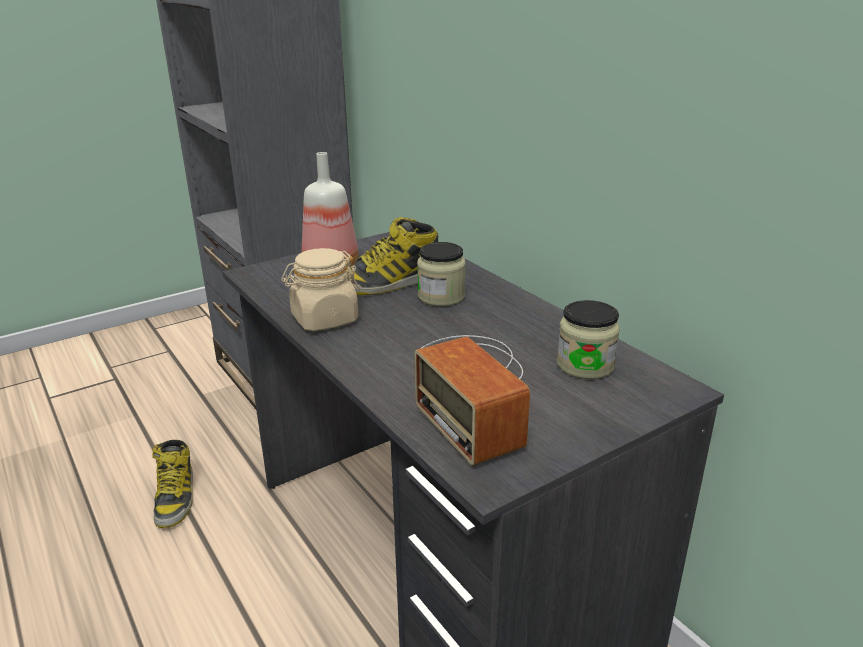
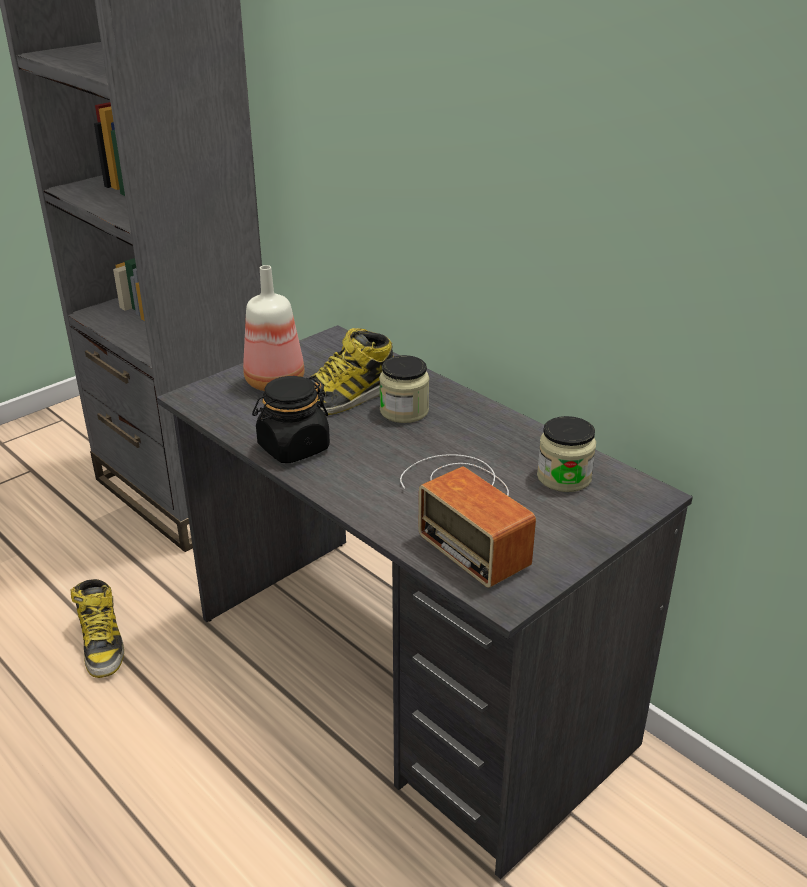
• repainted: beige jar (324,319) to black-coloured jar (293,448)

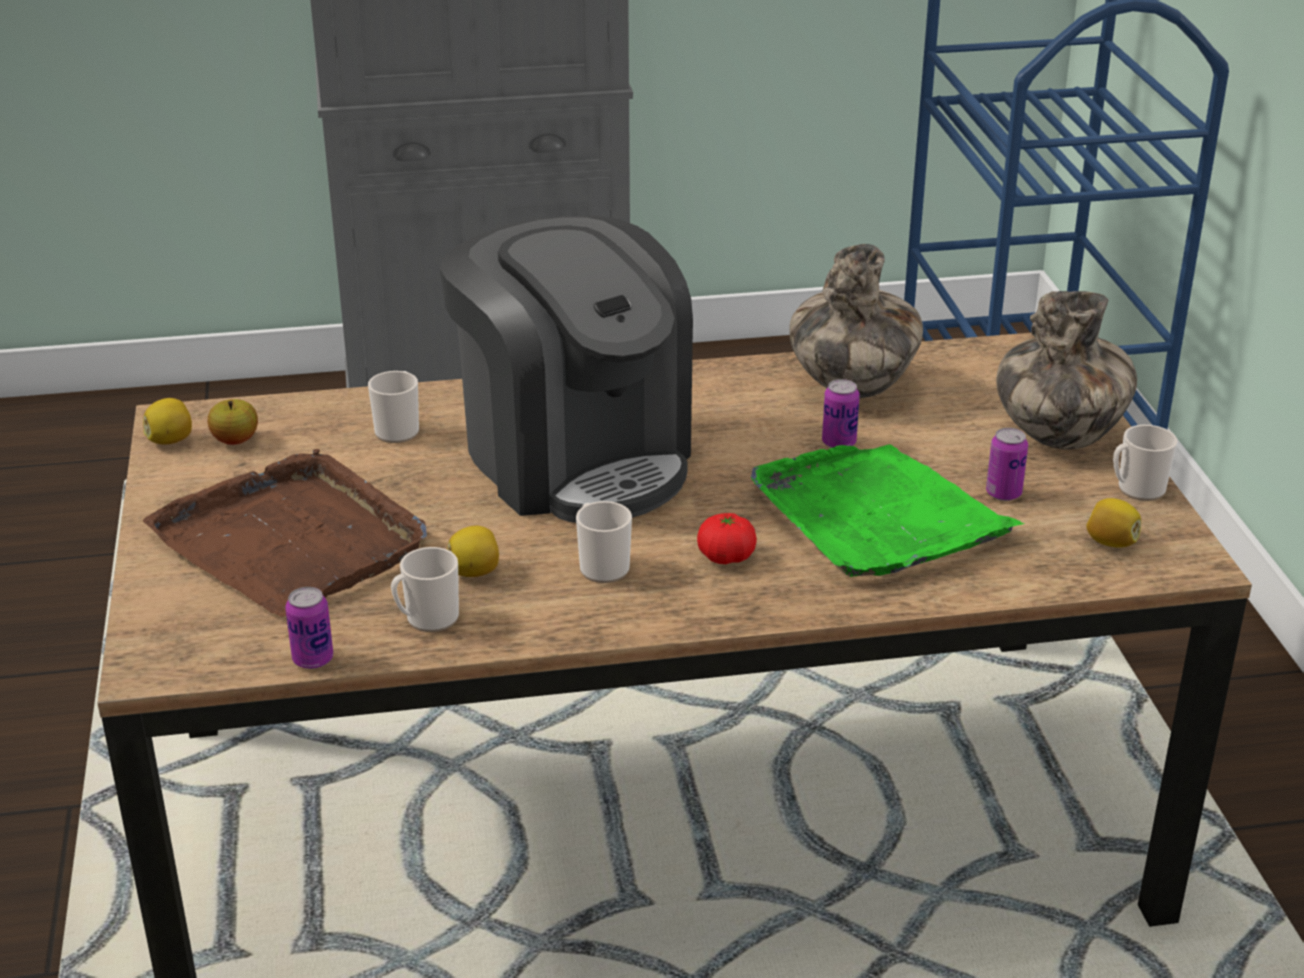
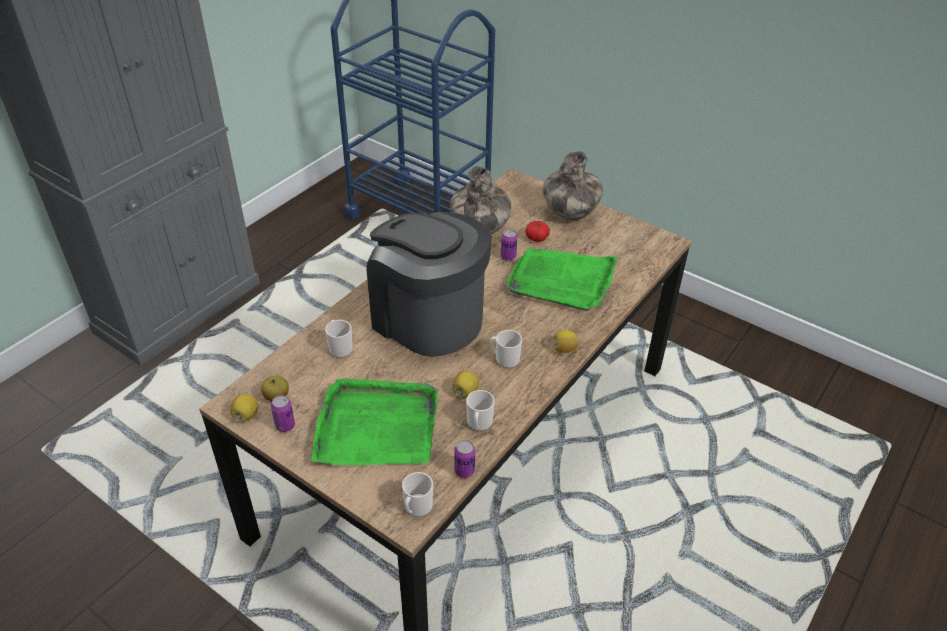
• rotated: coffee maker (575,457) = (427,318) 150 degrees counterclockwise
• shifted: mug (1136,489) to (416,508)
• shifted: sealed can (1003,493) to (285,425)
• repainted: brown-coloured tray (293,541) to green-coloured tray (376,426)
• shifted: citrus fruit (1110,542) to (564,349)
• shifted: tomato (726,556) to (537,238)

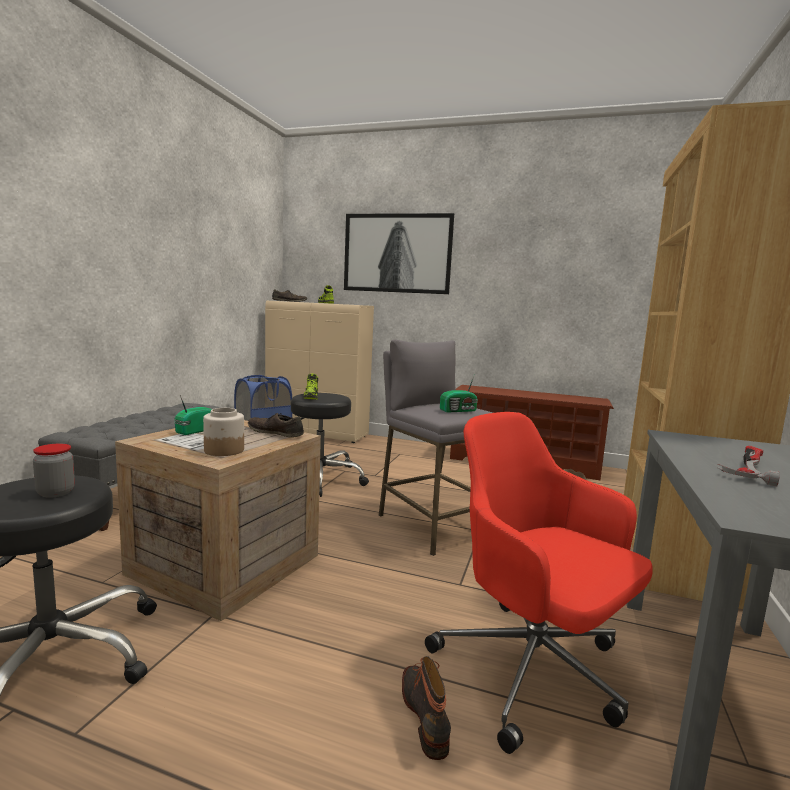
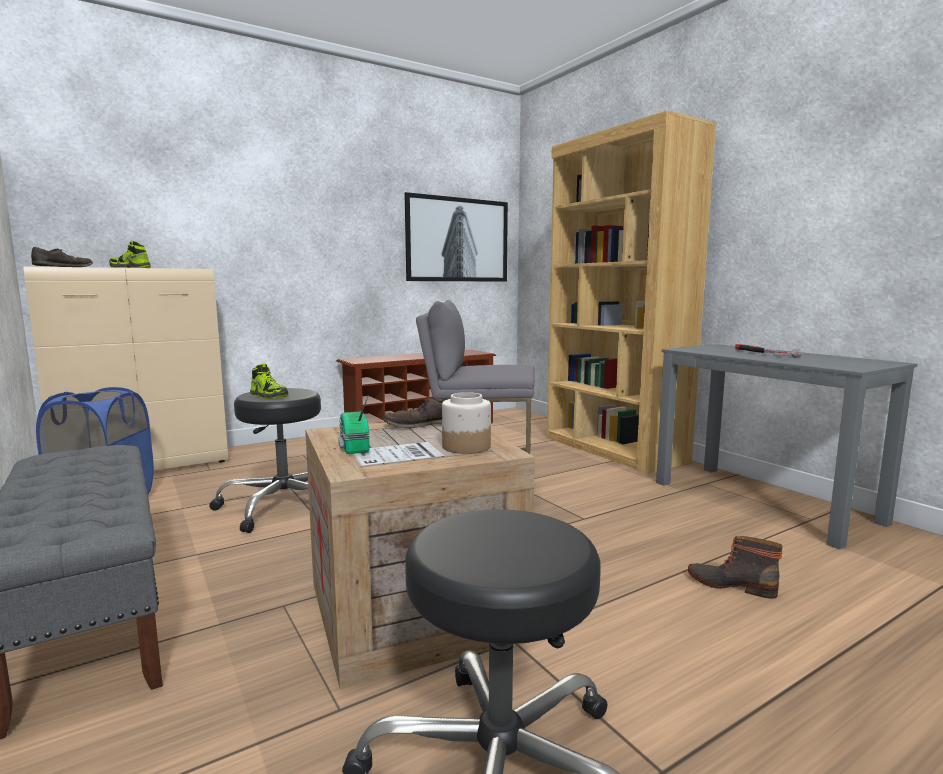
• shifted: wall art (397,253) to (457,240)
• gone: radio set (459,410)
• gone: reddish office chair (533,671)
• gone: jar (55,493)

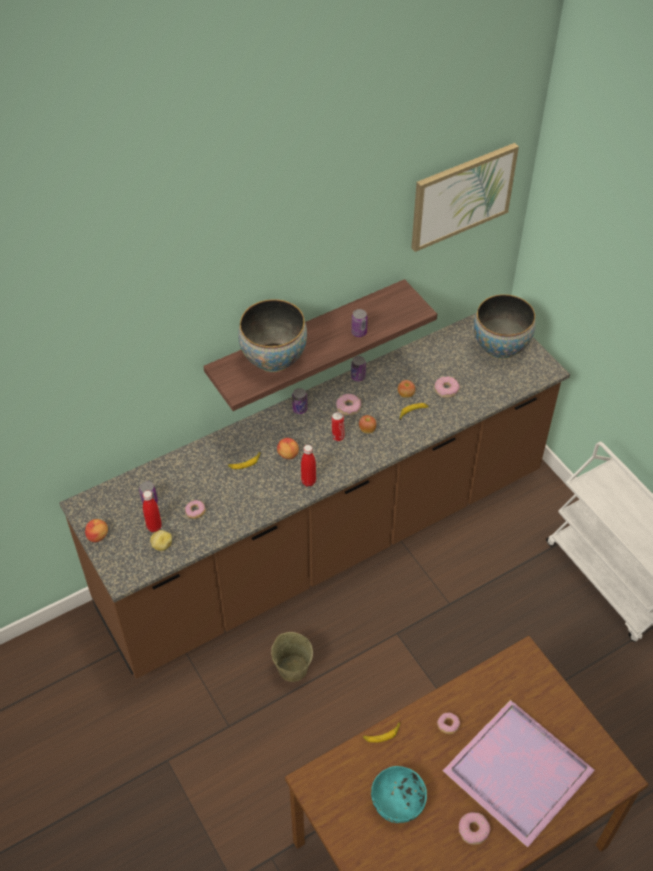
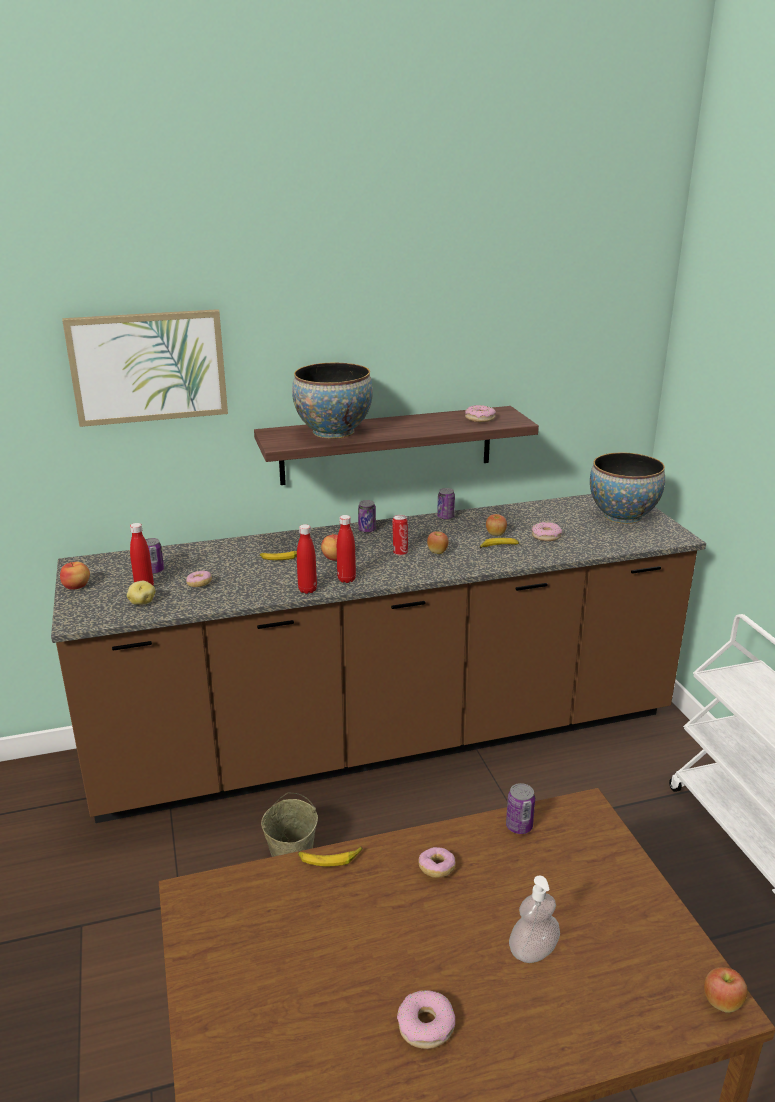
• shifted: wall art (462,196) to (148,367)
• shifted: sealed can (359,332) to (519,826)
• shifted: donut (348,407) to (480,418)
• swapped: purple tray (517,769) to soap dispenser (533,951)
• gone: blue-green deep dish (398,802)
• new: reddish drink bottle (307,590)
• new: apple (722,1003)

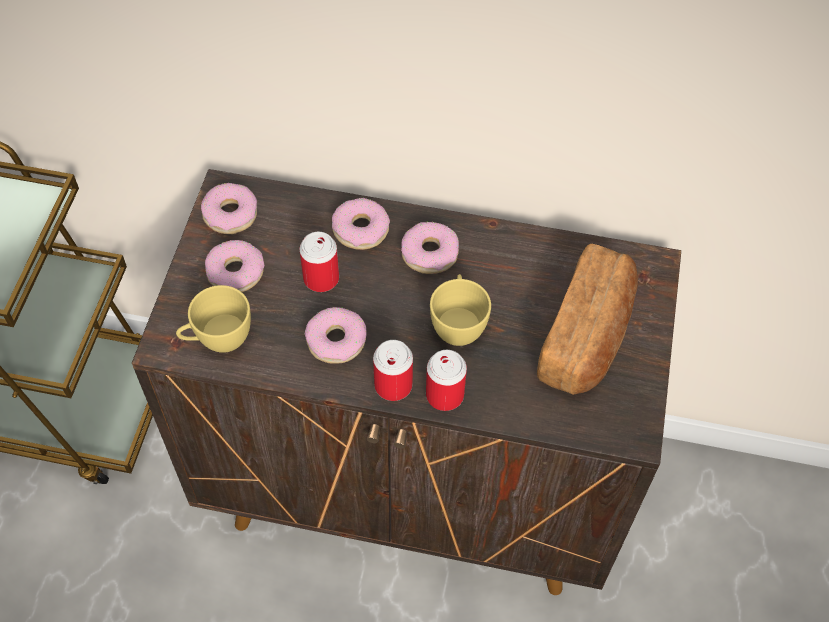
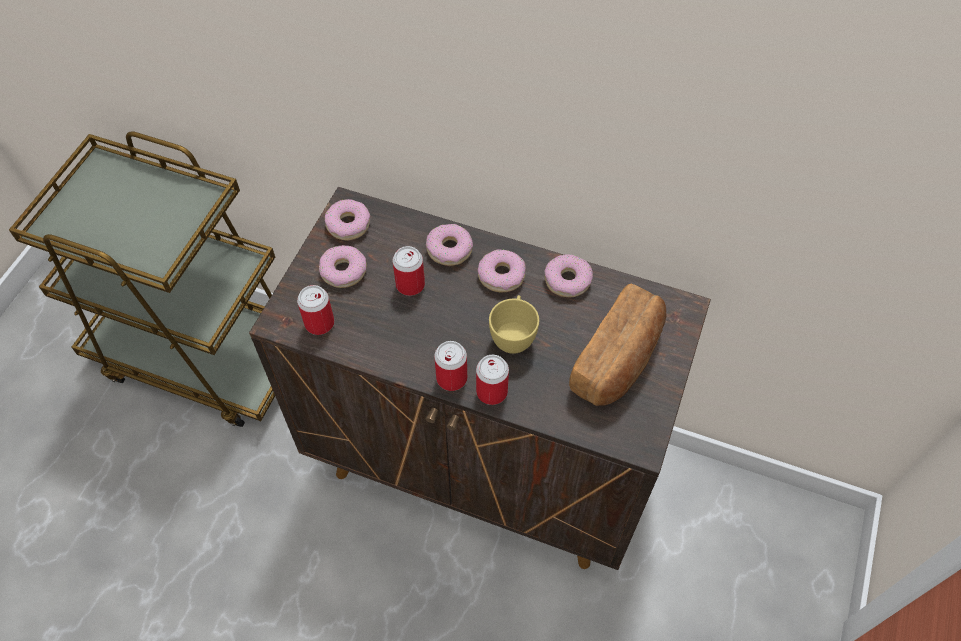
• swapped: yellow-coloured drinking cup (218,340) to sealed can (319,323)
• shifted: donut (336,340) to (567,280)

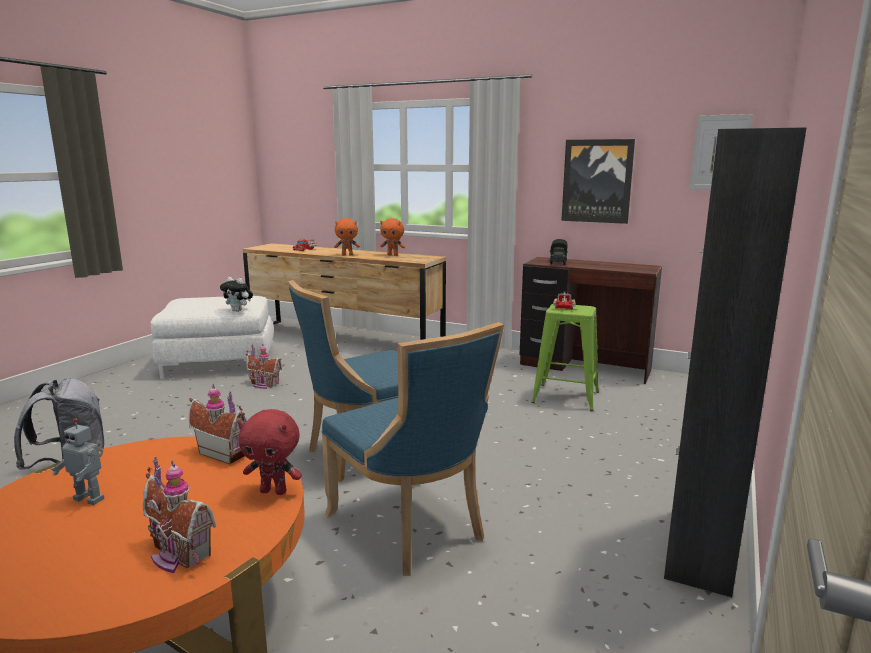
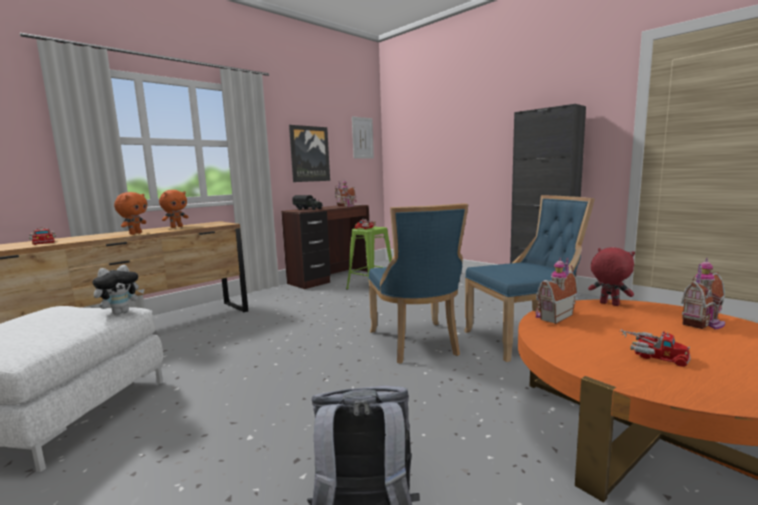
• shifted: model house (264,385) to (347,206)
• rotated: reddish plush toy (274,491) = (608,304) 75 degrees counterclockwise
• swapped: model robot (90,498) to toy truck (652,355)

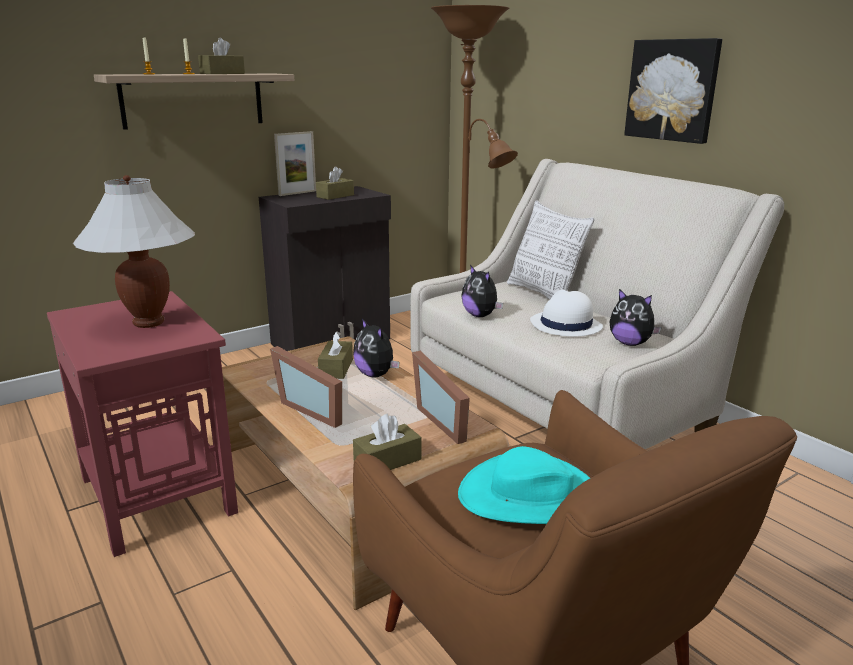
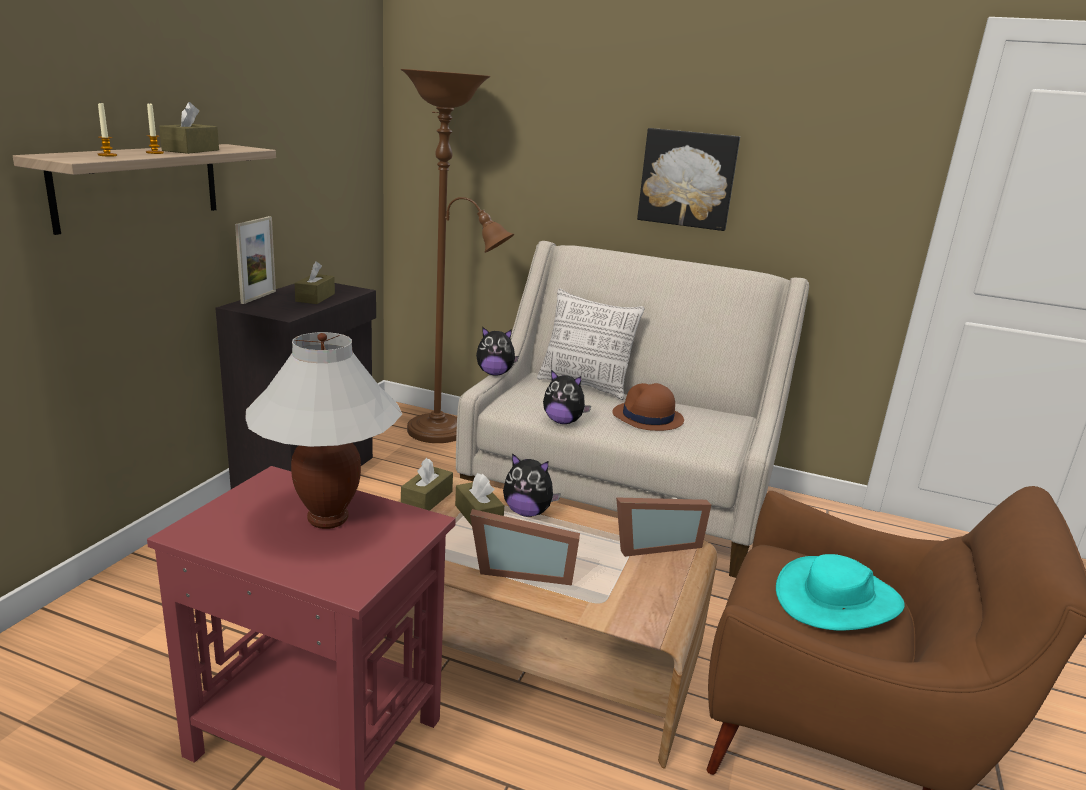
• shifted: plush toy (630,343) to (495,373)
• repainted: whitish clothing hat (565,325) to brown-coloured clothing hat (647,418)
• rotated: photo frame (446,420) = (653,544) 45 degrees counterclockwise
• shifted: brown-coloured tissue holder (387,461) to (427,499)

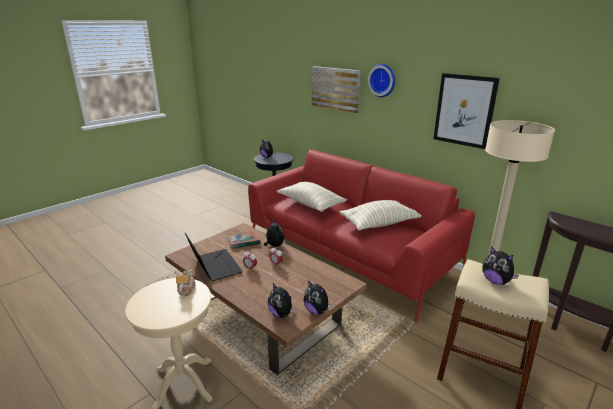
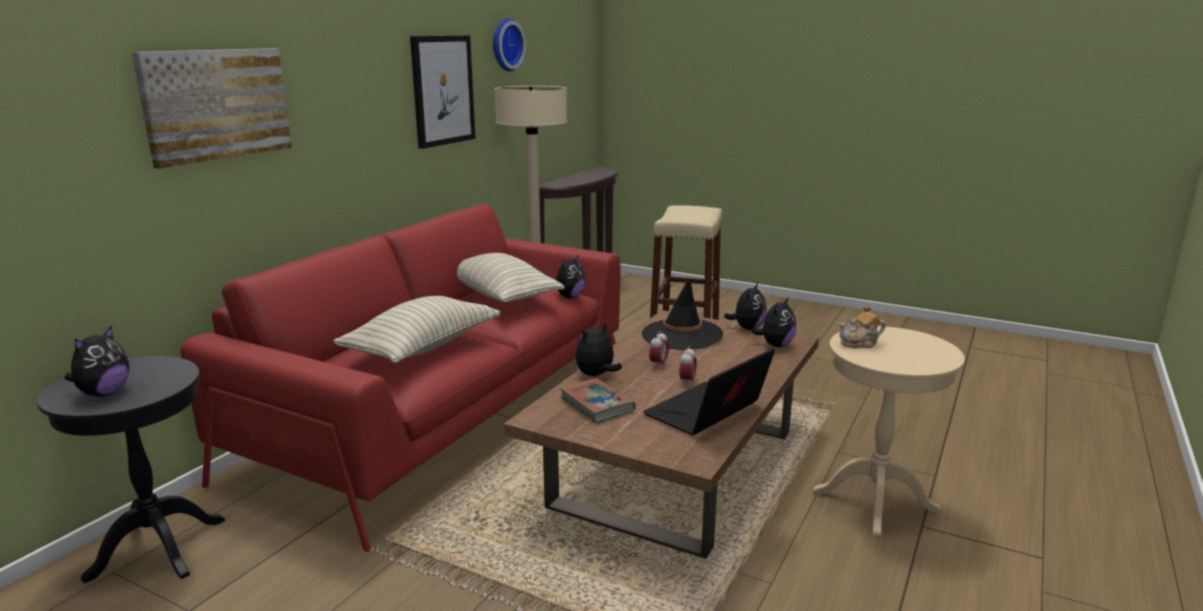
• shifted: wall clock (383,80) to (505,45)
• shifted: plush toy (496,281) to (569,297)
• new: black-coloured clothing hat (682,335)

